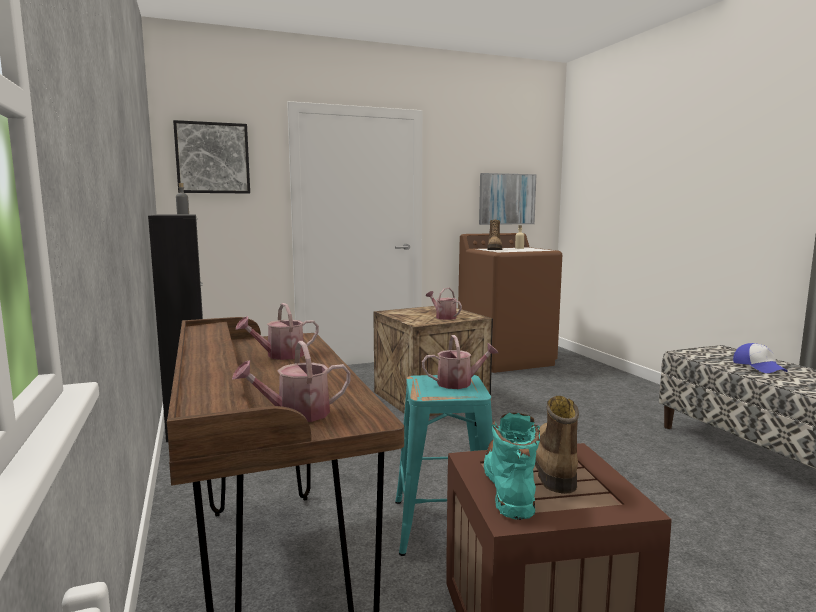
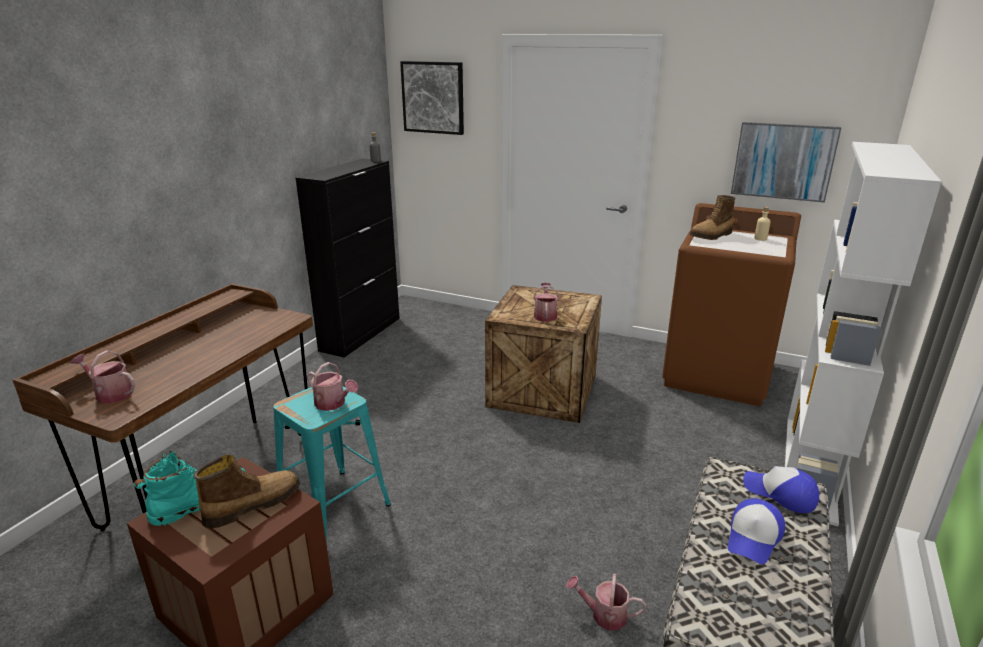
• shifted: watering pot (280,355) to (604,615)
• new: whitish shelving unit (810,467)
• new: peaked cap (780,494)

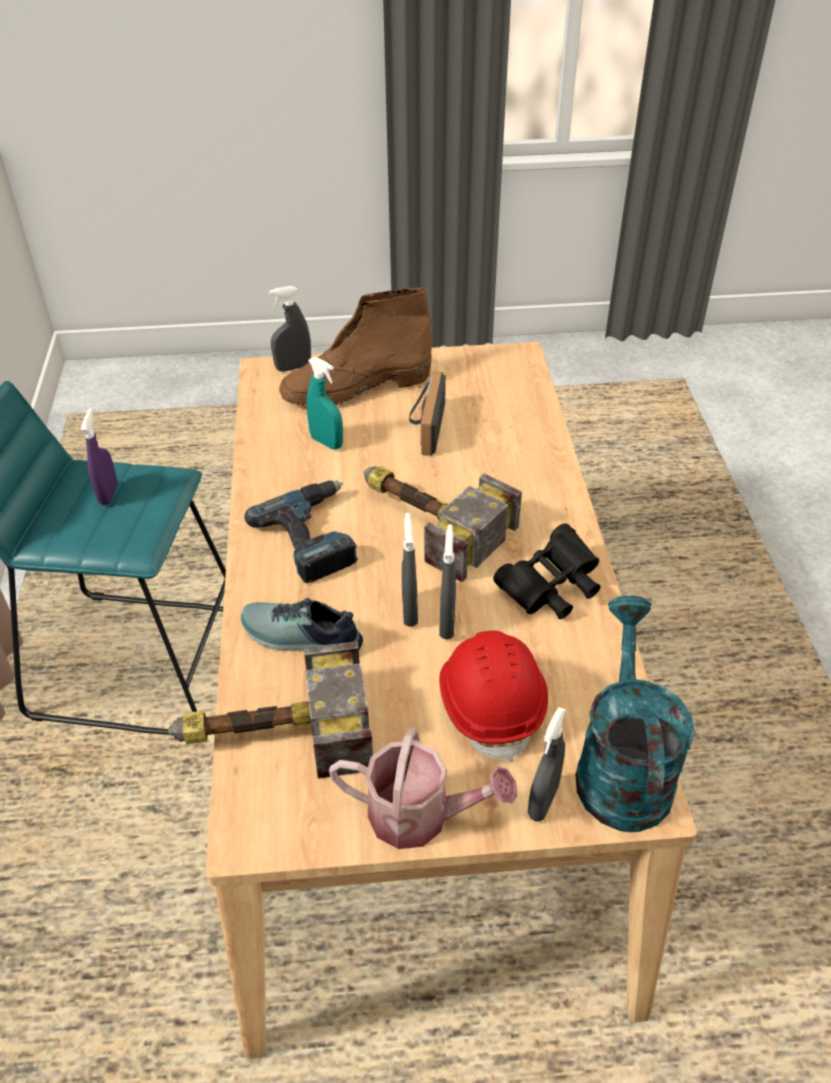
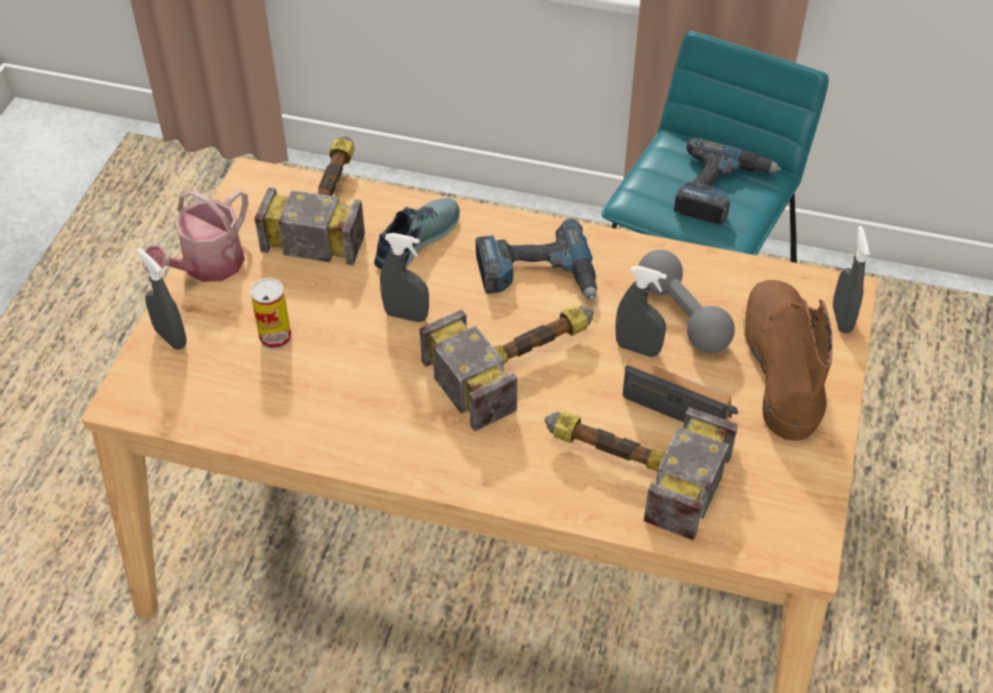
• swapped: blue-green hand sprayer (326,442) to greyish dumbbell (682,316)
• swapped: purple hand sprayer (108,494) to power drill (721,190)
• gone: black-coloured binoculars (550,589)
• shifted: greyish hand sprayer (447,623) to (637,348)
• gone: blue-green watering pot (621,765)
• swapped: reddish safety helmet (491,704) to sealed can (275,337)
• new: tool hammer (626,466)

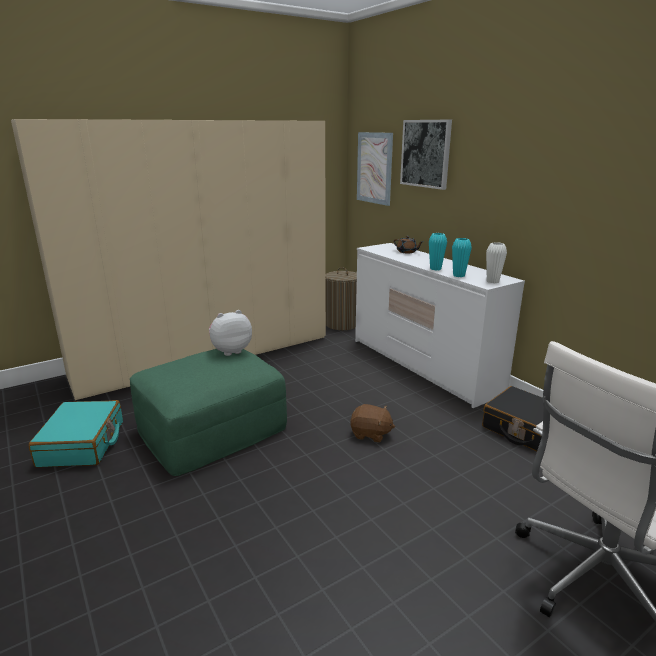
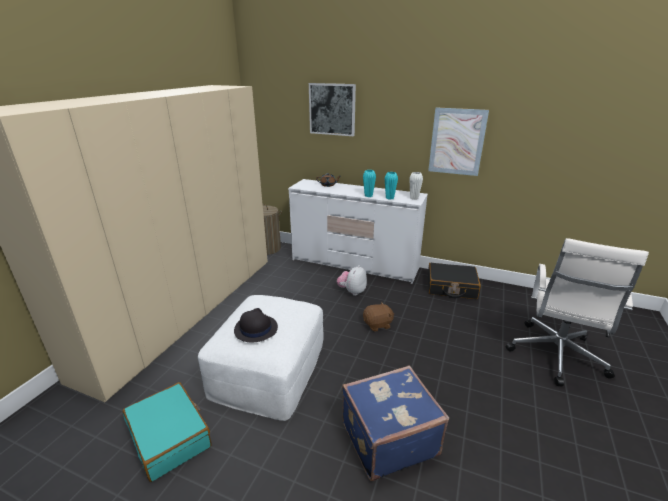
• shifted: wall art (374,168) to (457,142)
• shifted: plush toy (230,351) to (352,291)
• repainted: green-coloured footrest (212,428) to whitish footrest (269,369)
• new: black-coloured clothing hat (255,329)
• new: blue suitcase (387,437)

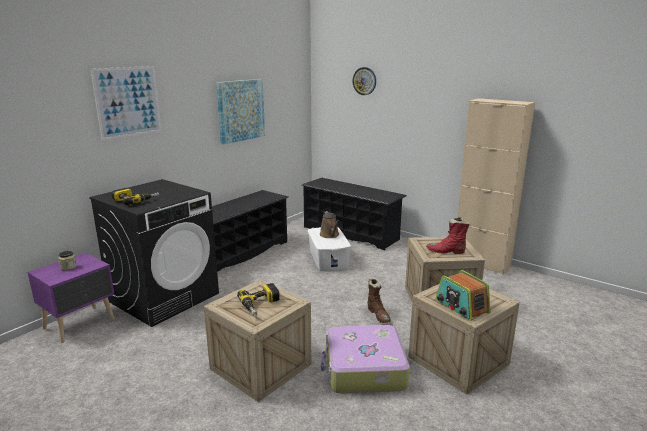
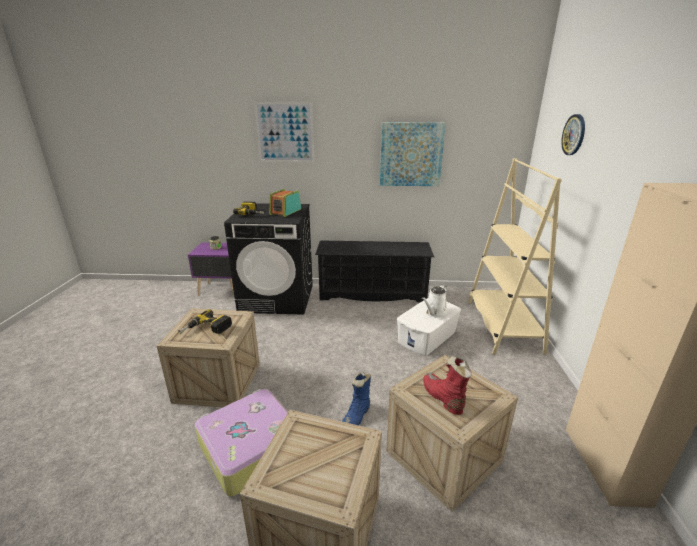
• swapped: black-coloured shoe shelf (351,233) to beige shelving unit (502,325)
• repainted: brown-coloured watering pot (330,235) to whitish watering pot (434,312)
• shifted: radio set (461,306) to (285,212)
• repainted: brown-coloured tall boot (378,315) to blue tall boot (357,416)

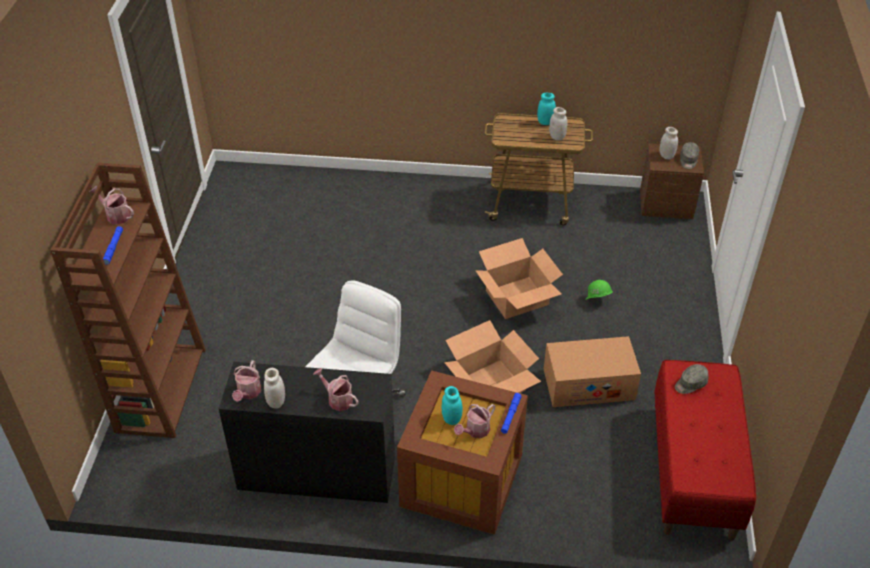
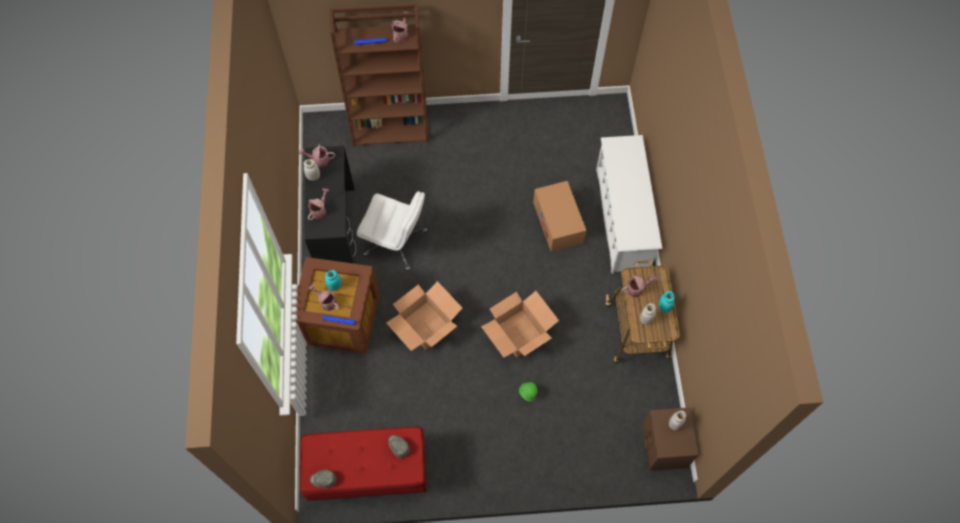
• shifted: greyish peaked cap (688,160) to (323,479)
• shifted: packing box (588,384) to (558,222)
• new: whitish shoe shelf (622,219)
• new: watering pot (637,288)

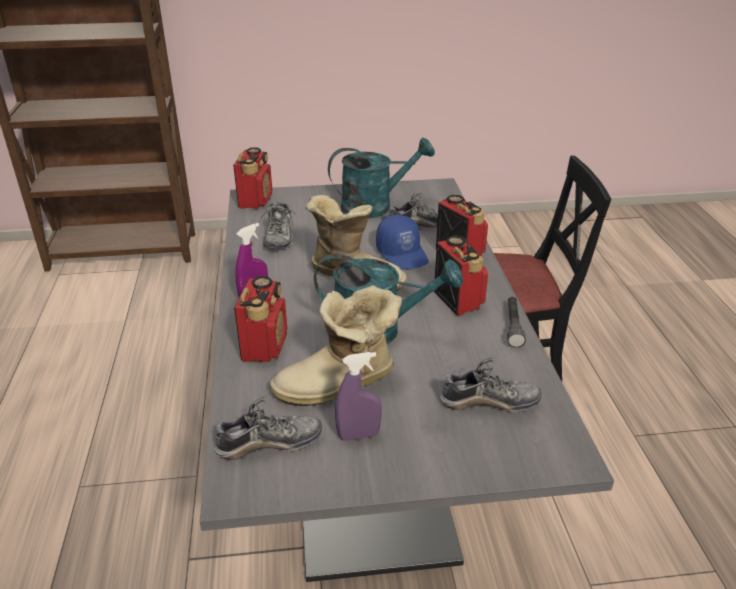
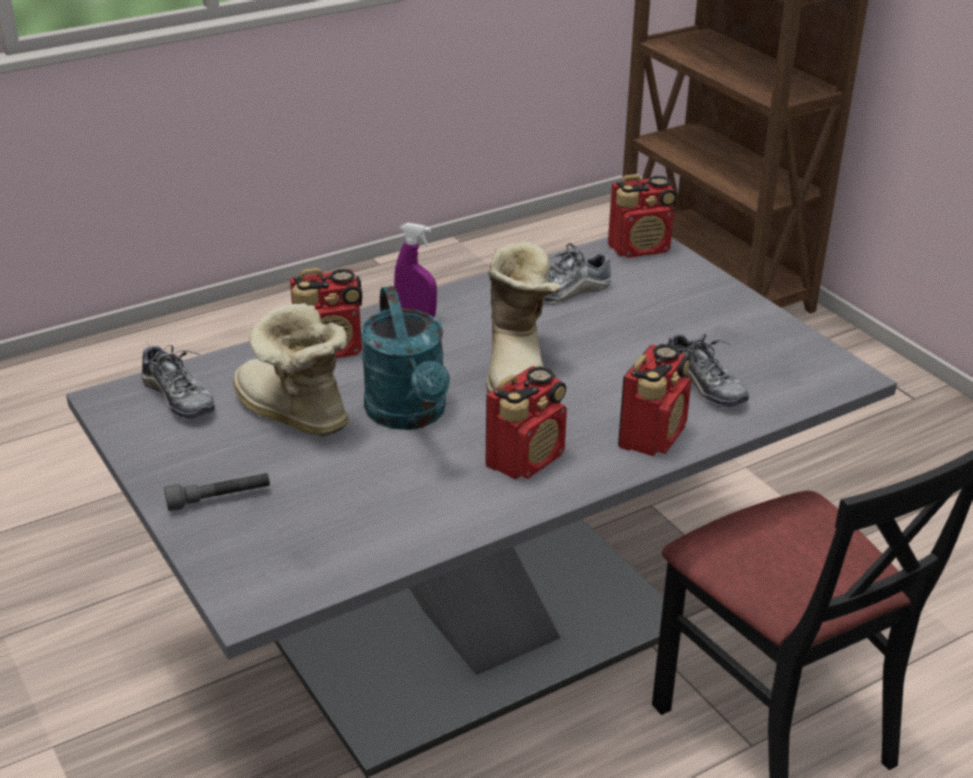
• gone: blue-green watering pot (375,206)
• gone: blue peaked cap (403,254)
• shifted: greyish flashlight (513,326) to (219,499)
• gone: purple hand sprayer (358,435)
• gone: low shoe (489,401)

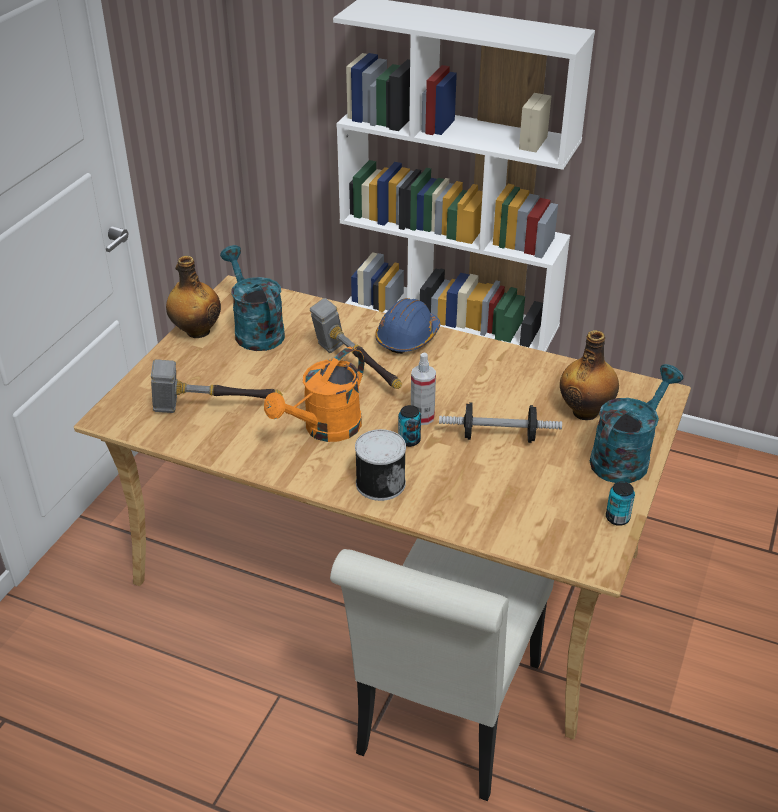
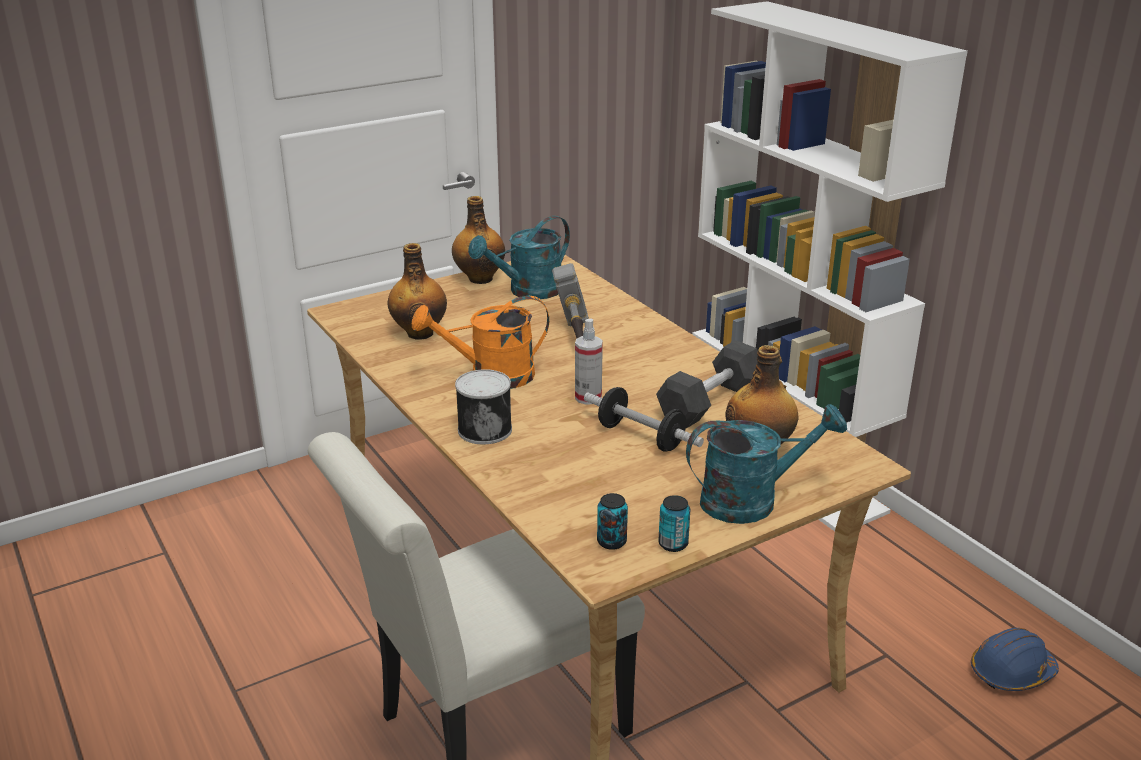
• rotated: blue-green watering pot (255,330) = (528,292) 135 degrees counterclockwise
• shifted: blue safety helmet (407,337) to (1011,672)
• swapped: tool hammer (213,410) to drink bottle (420,333)
• shifted: sealed can (409,440) to (611,542)
• new: black-coloured dumbbell (710,402)

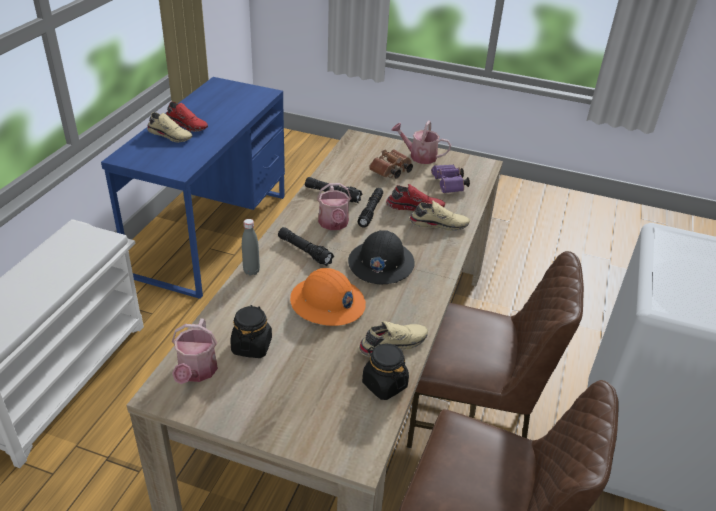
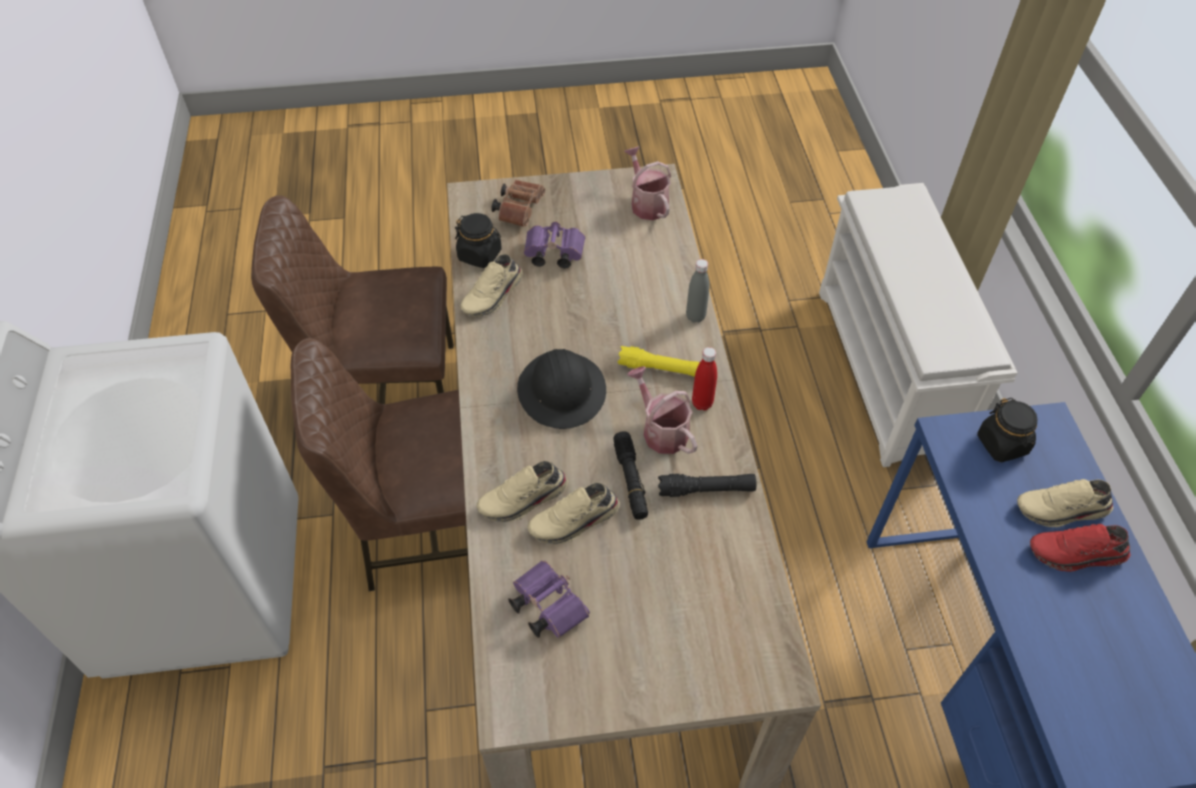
• gone: watering pot (419,156)
• shifted: brown-coloured binoculars (390,172) to (520,209)
• repainted: reddish low shoe (415,207) to beige low shoe (574,522)
• repainted: black-coloured flashlight (304,251) to yellow-coloured flashlight (662,369)
• gone: orange-coloured safety helmet (327,303)
• shifted: black-coloured jar (252,346) to (1002,444)
• new: purple binoculars (552,254)
• new: reddish drink bottle (702,403)

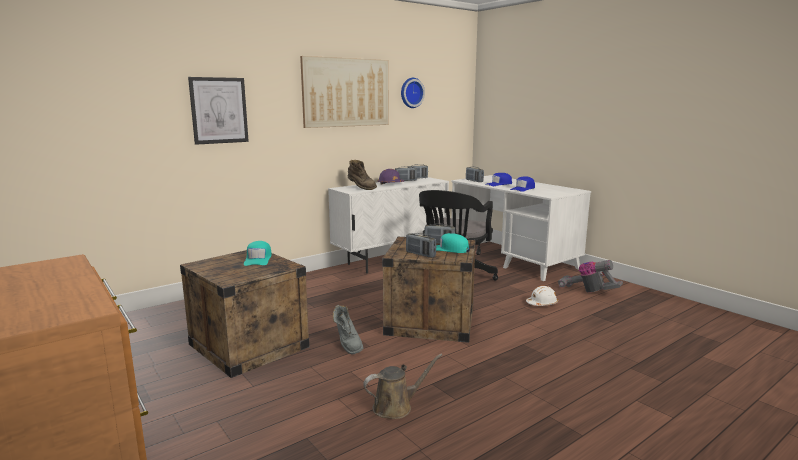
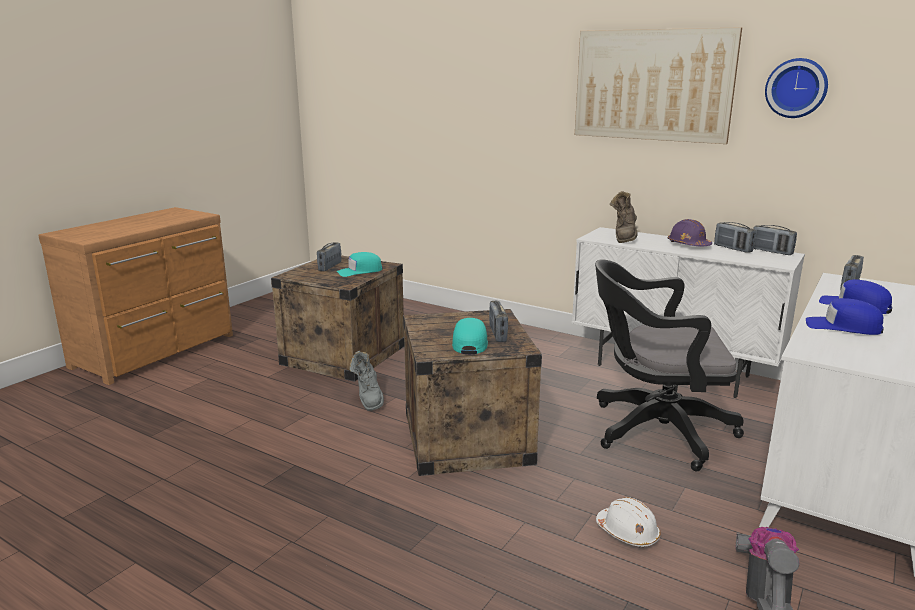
• gone: wall art (219,110)
• shifted: radio set (420,254) to (330,267)
• rotated: greyish tall boot (347,345) = (368,399) 60 degrees counterclockwise
• gone: brown-coloured watering pot (396,407)

